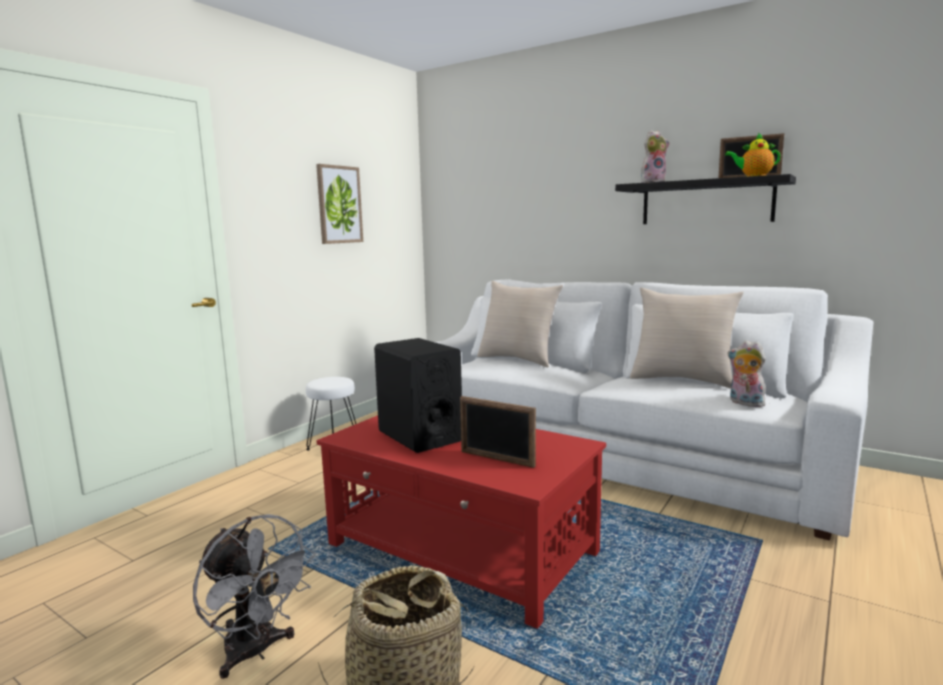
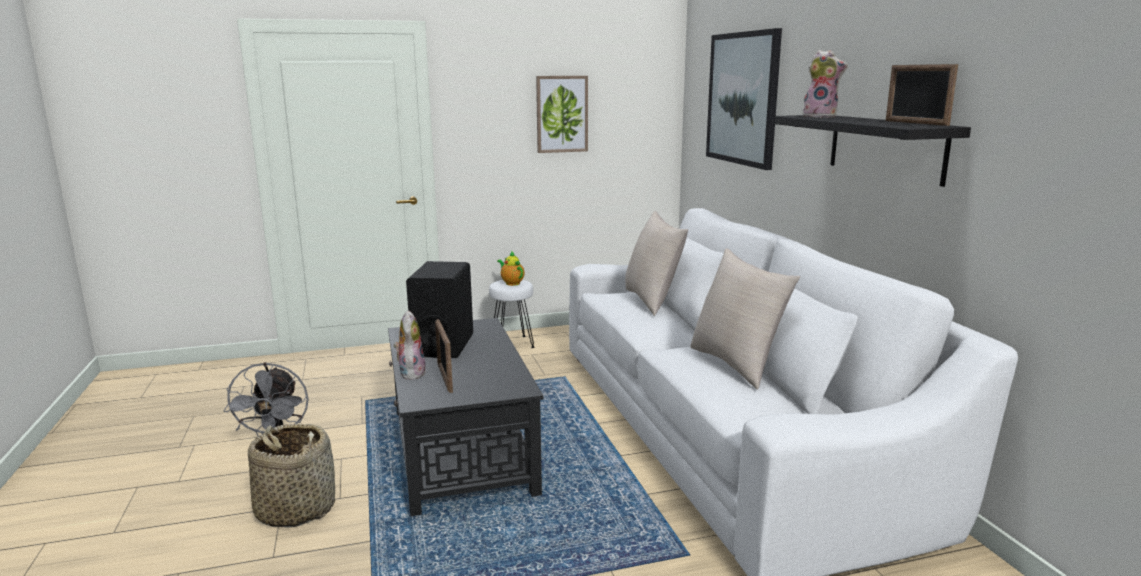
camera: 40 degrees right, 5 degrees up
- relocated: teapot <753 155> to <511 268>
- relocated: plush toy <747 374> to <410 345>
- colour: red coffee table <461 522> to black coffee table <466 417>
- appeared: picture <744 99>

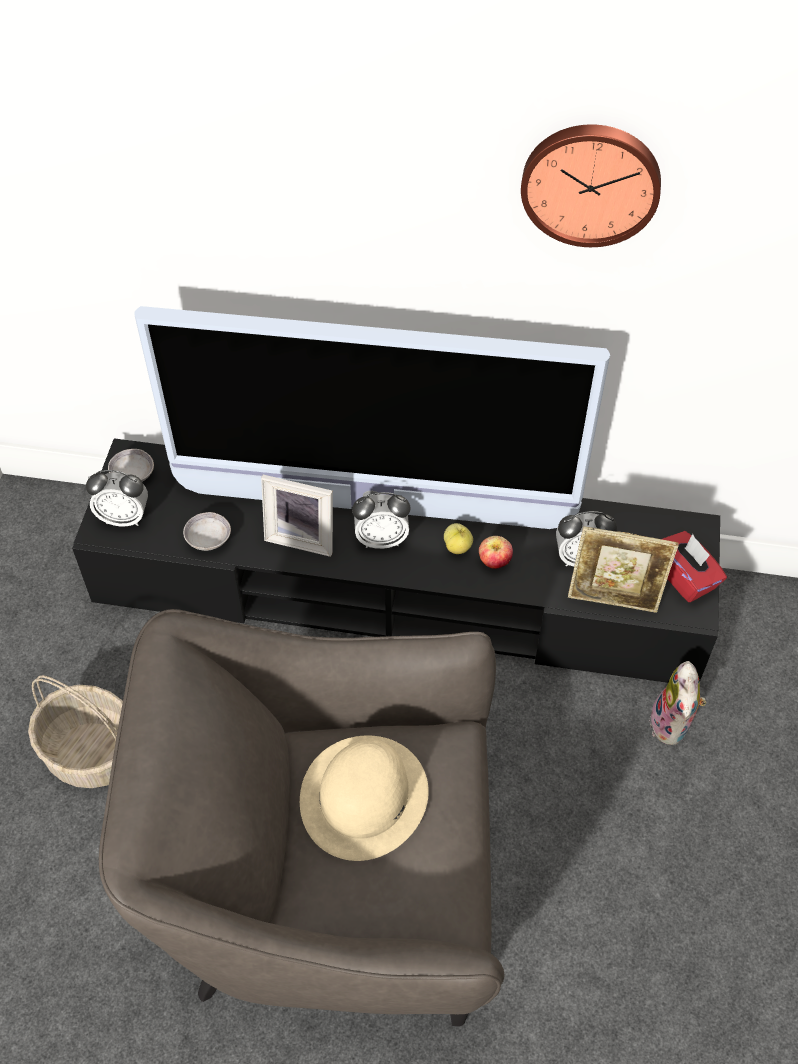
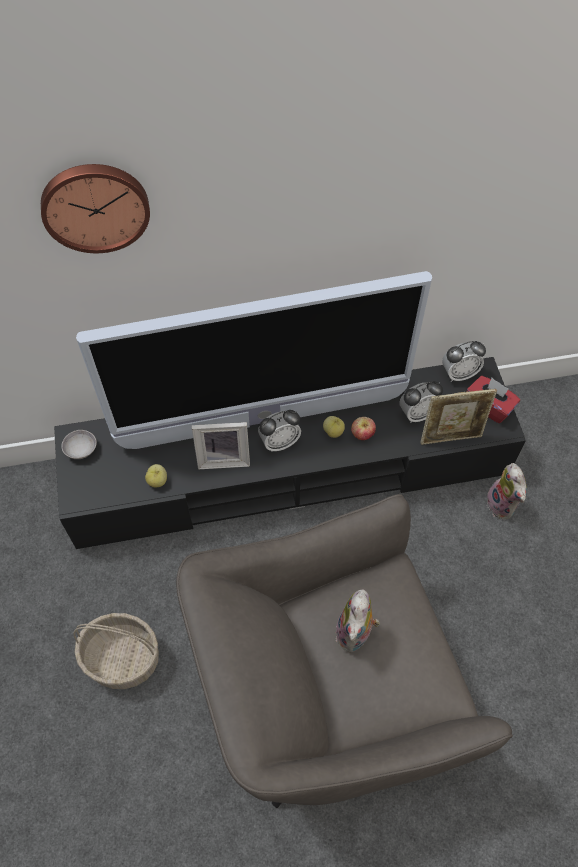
camera: 20 degrees left, 5 degrees up
- relocated: wall clock <591 185> to <95 208>
- relocated: alarm clock <117 498> to <464 361>
- exchanged: grey bowl <207 531> to apple <156 475>
- exchanged: beige hat <364 798> to plush toy <358 620>

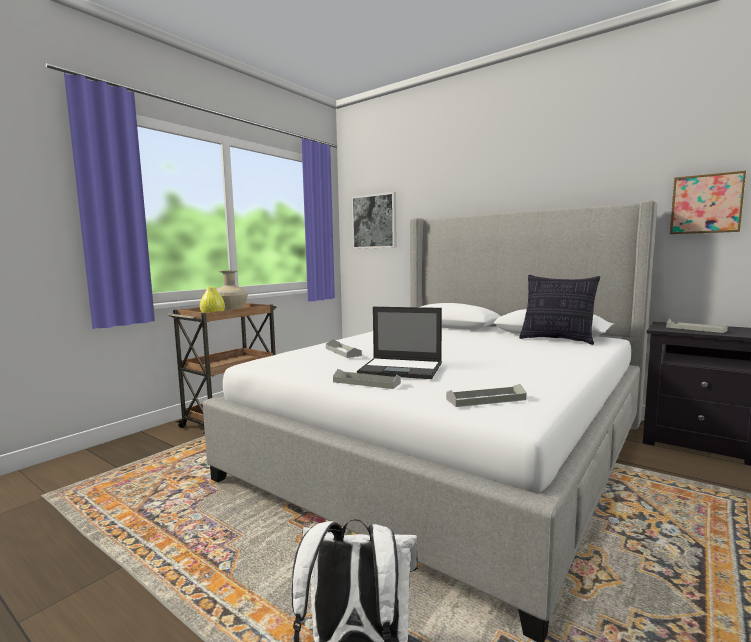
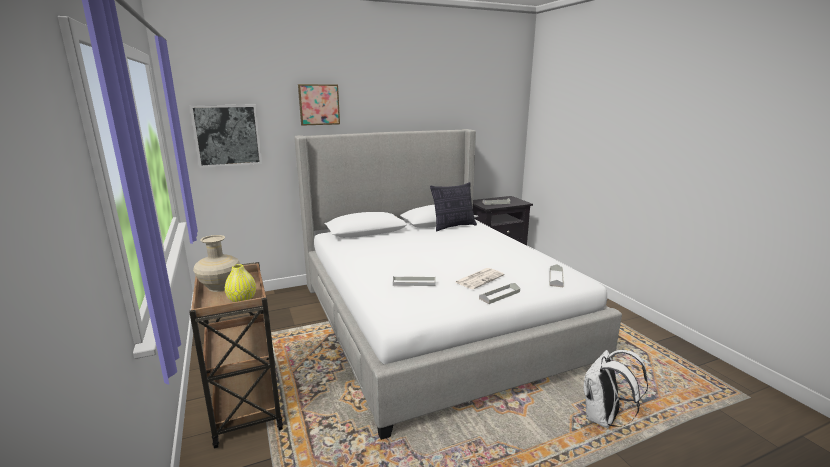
camera: 60 degrees left, 10 degrees up
- relocated: picture <708 202> to <319 105>
- exchanged: laptop <399 343> to newspaper <479 278>

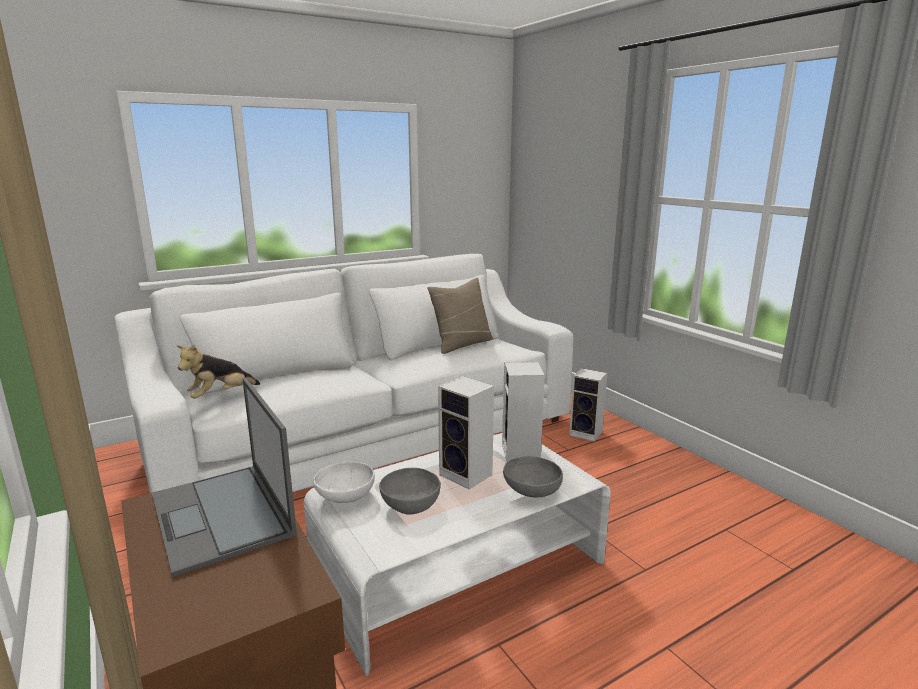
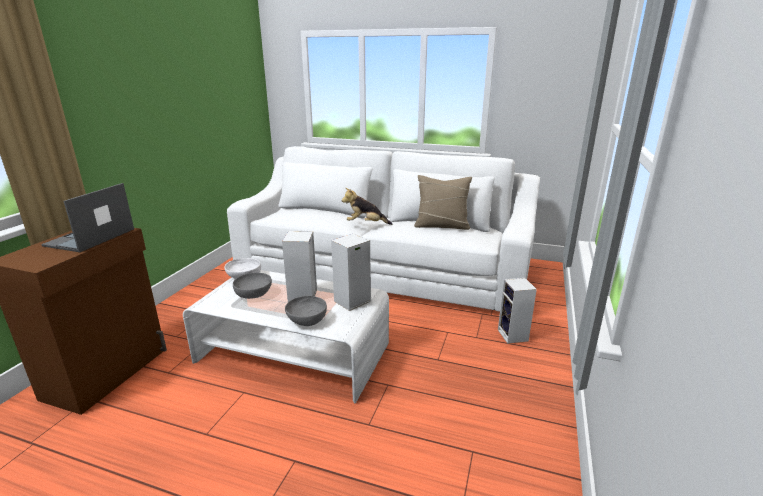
camera: 50 degrees right, 5 degrees up
- relocated: plush toy <218 371> to <367 206>

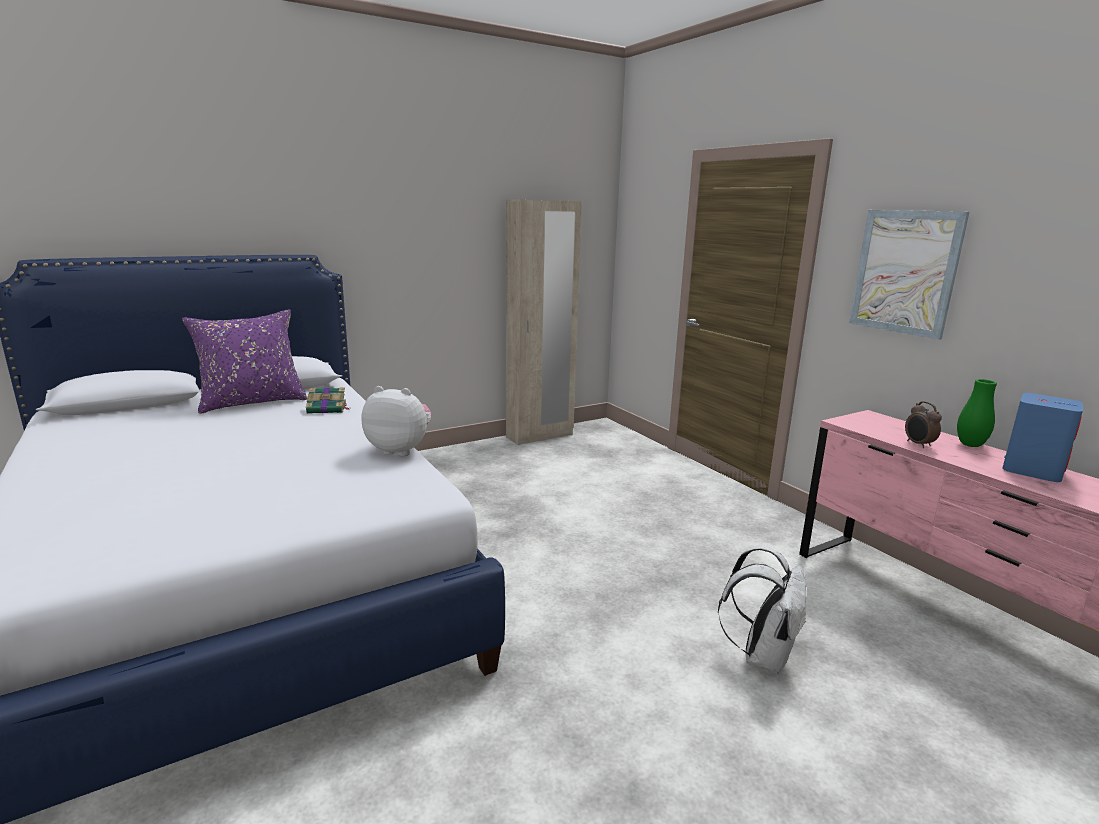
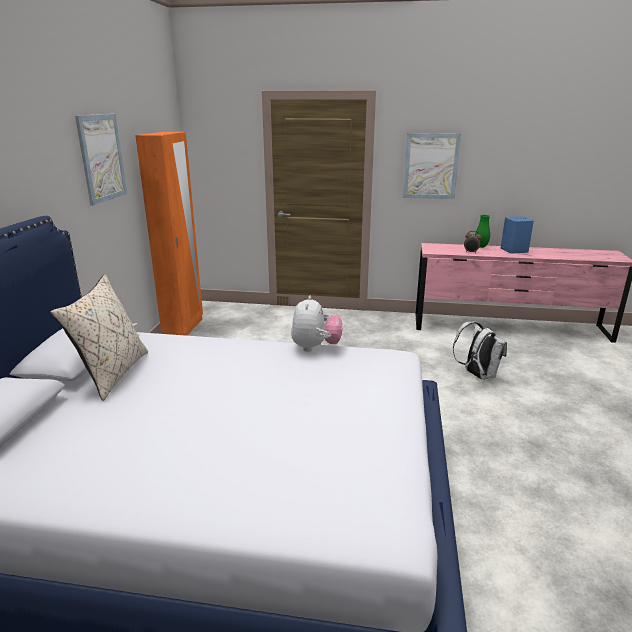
camera: 50 degrees left, 5 degrees up
- colour: beige wardrobe <544 322> to orange wardrobe <169 234>
- colour: purple pillow <244 361> to beige pillow <99 337>
- spun: plush toy <396 421> = <317 323> 135 degrees clockwise
- missing: book <328 400>
- appeared: picture <101 160>

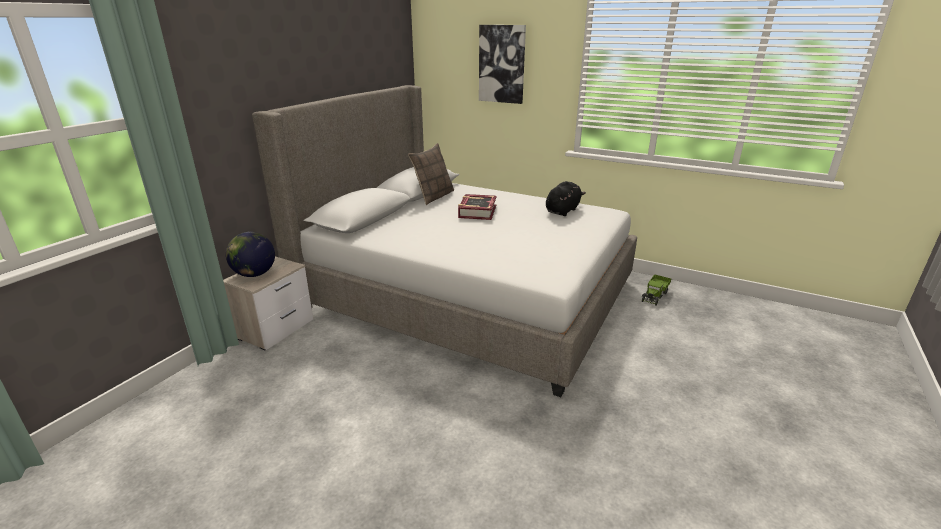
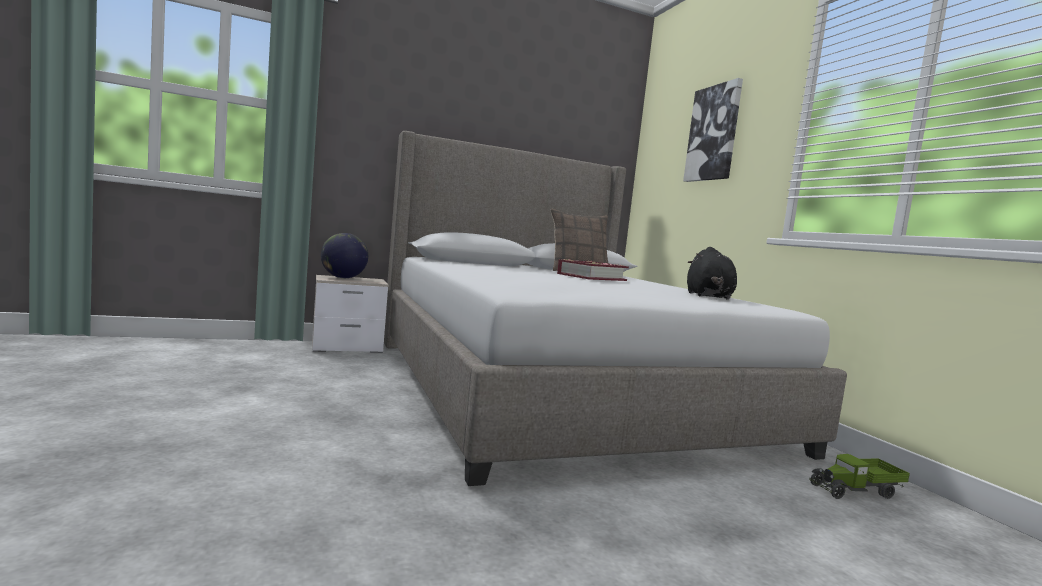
camera: 40 degrees right, 20 degrees down
- spun: black plush toy <566 198> = <712 273> 105 degrees clockwise

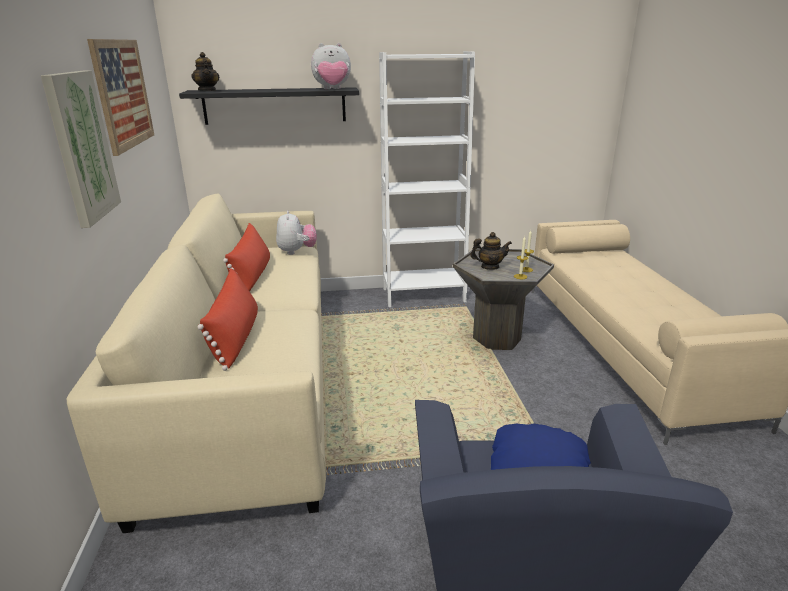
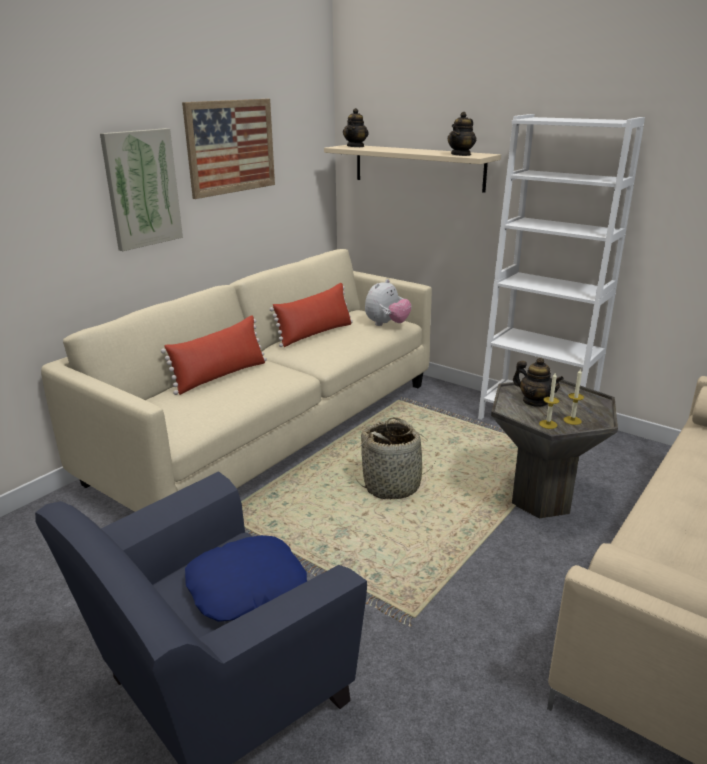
camera: 45 degrees right, 0 degrees up
- exchanged: plush toy <331 66> to teapot <461 134>
- colour: black shelf <269 106> to beige shelf <412 169>
- appeared: basket <395 458>

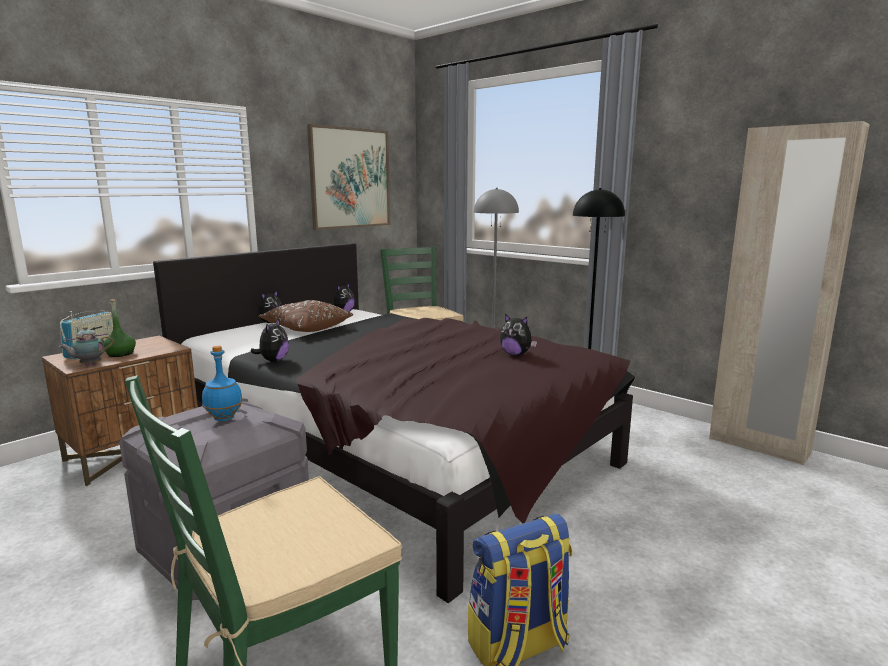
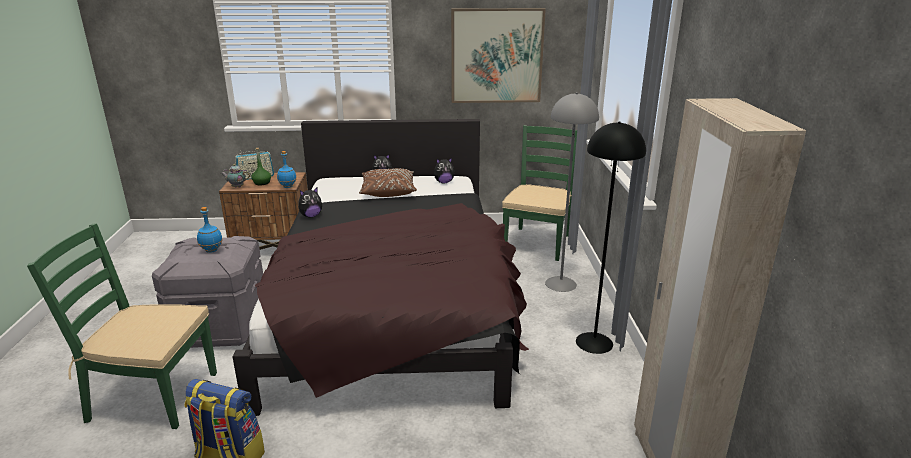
camera: 45 degrees right, 10 degrees up
- missing: plush toy <518 335>
- appeared: blue bottle <287 169>

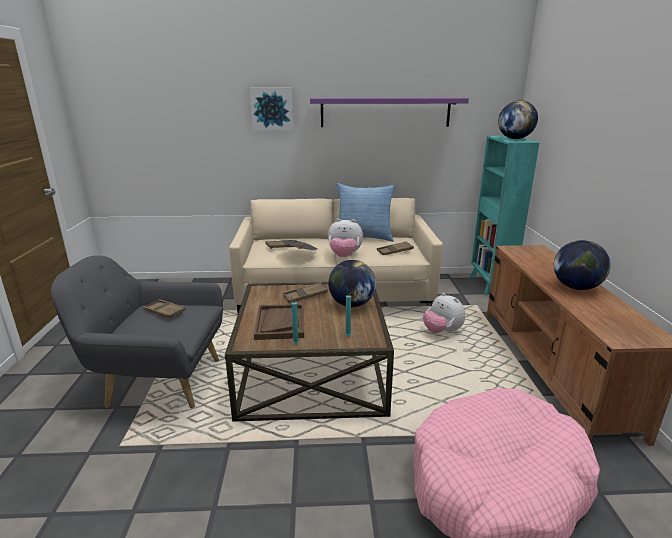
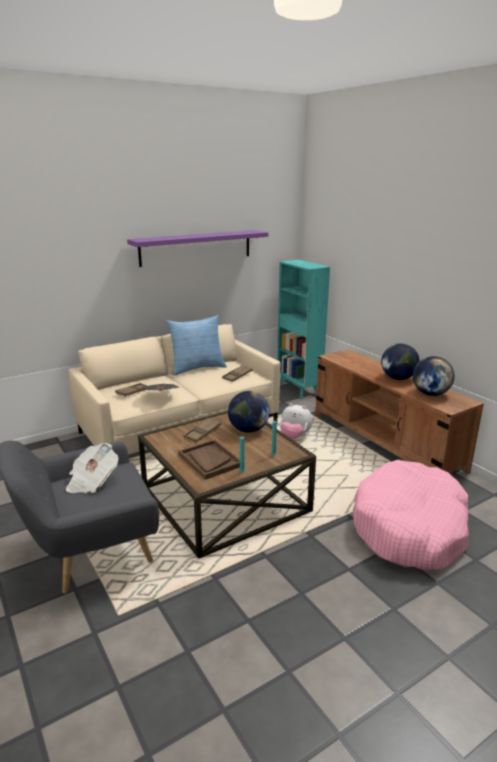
camera: 30 degrees left, 0 degrees up
- missing: picture <272 109>
- relocated: globe <518 119> to <434 376>
- missing: plush toy <345 238>
- exchanged: brown tray <164 309> to newspaper <92 468>

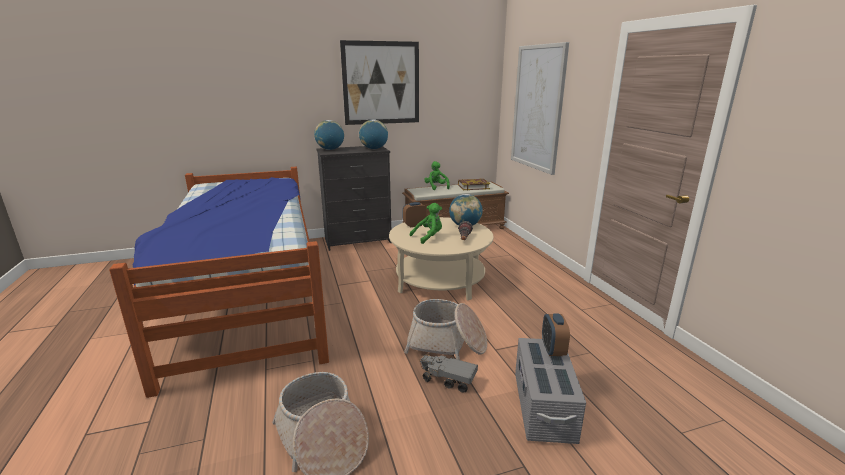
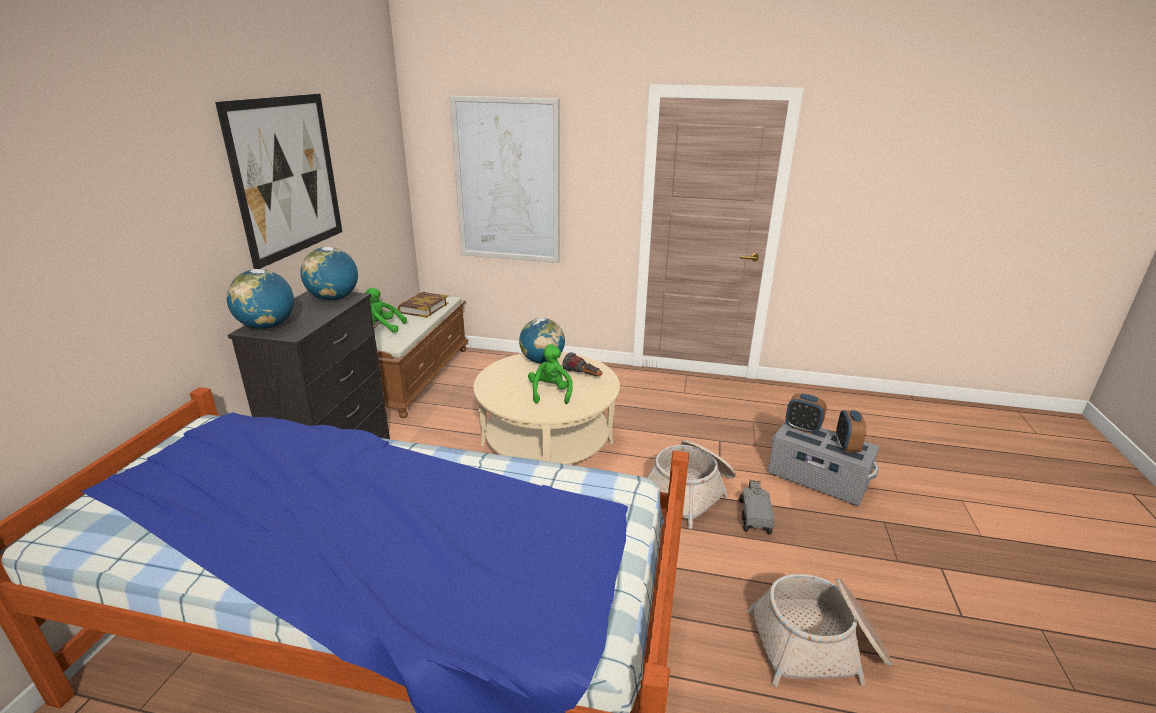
camera: 60 degrees left, 5 degrees up
- relocated: alarm clock <414 214> to <851 431>
- spun: toy truck <448 374> = <757 507> 135 degrees clockwise

